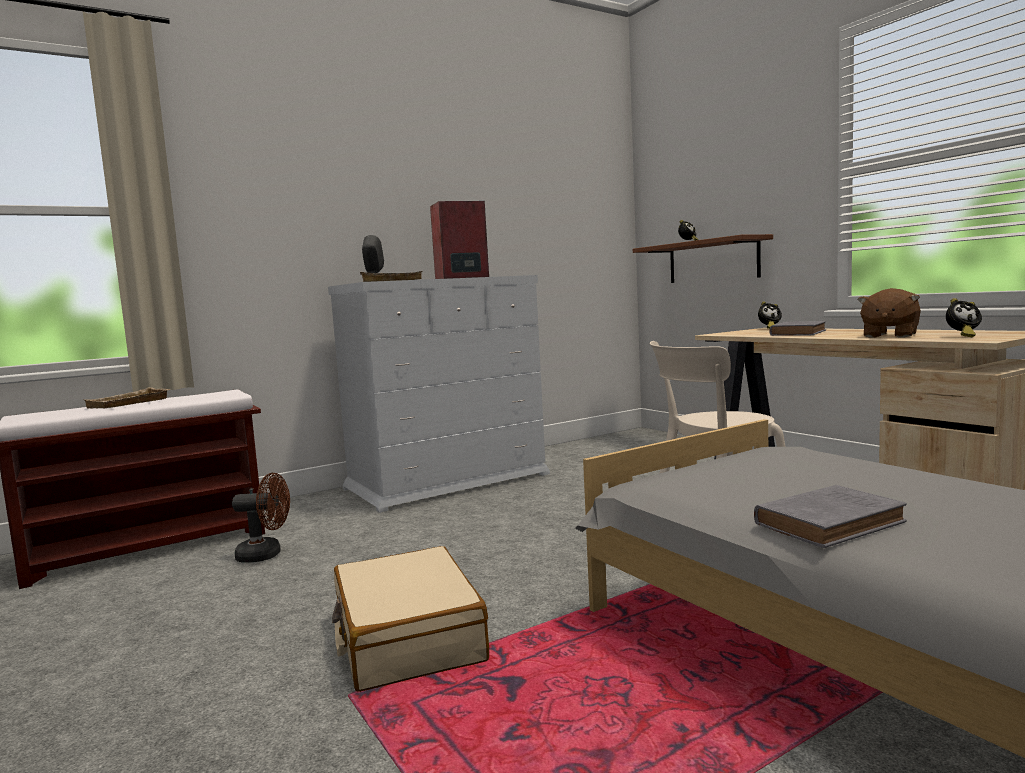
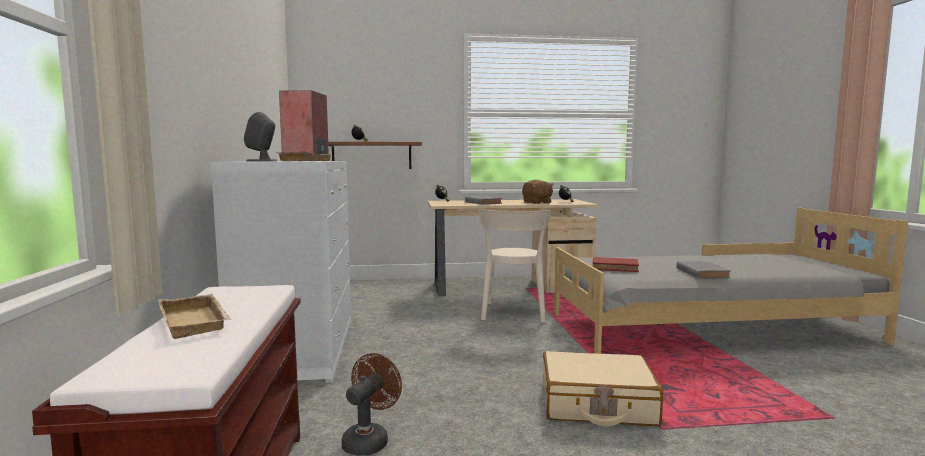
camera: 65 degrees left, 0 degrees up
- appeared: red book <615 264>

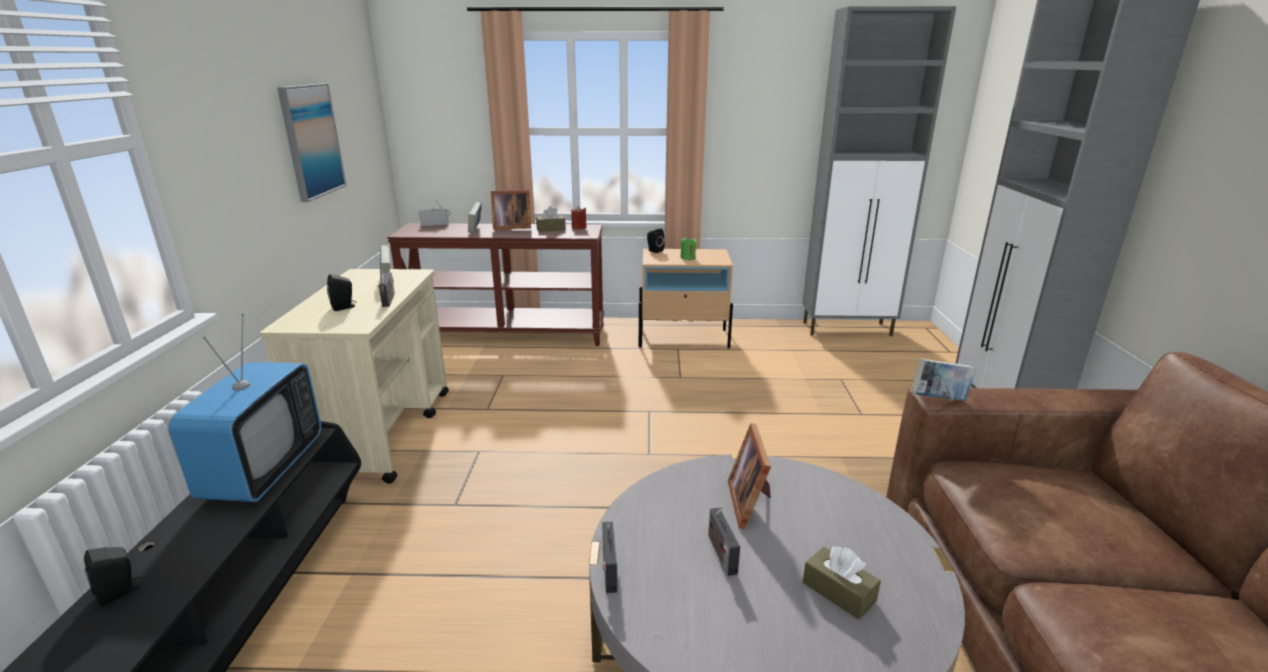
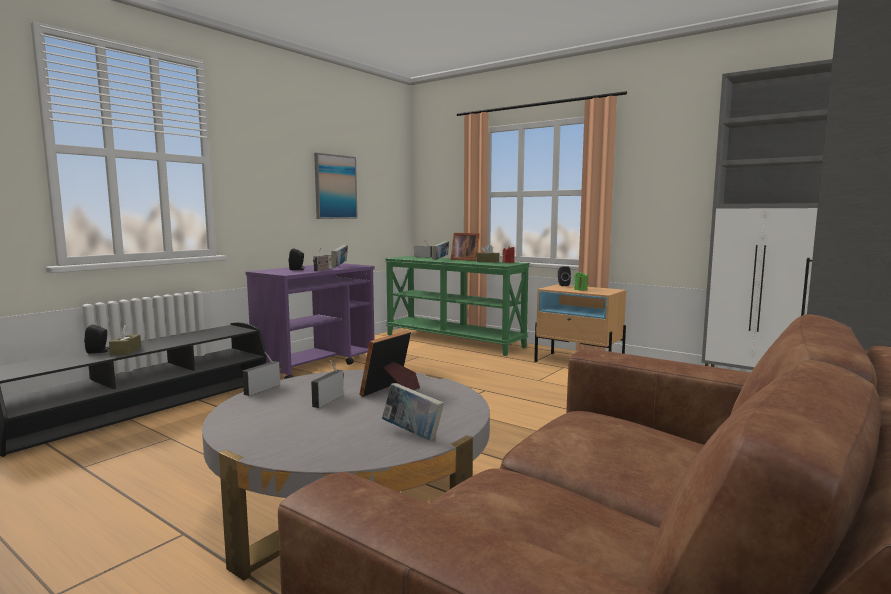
camera: 35 degrees right, 15 degrees down
- colour: brown console table <495 284> to green console table <457 306>
- colour: beige cart <354 376> to purple cart <309 321>
- missing: television <244 408>
- relocated: book <943 379> to <413 412>
- relocated: brown tissue box <842 582> to <125 340>

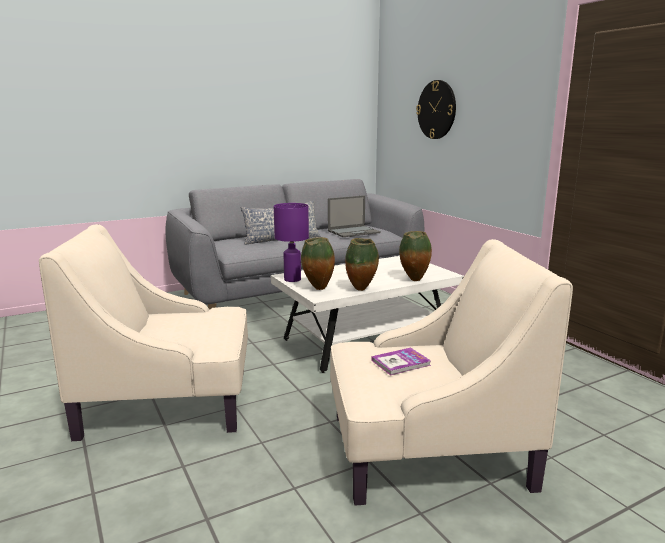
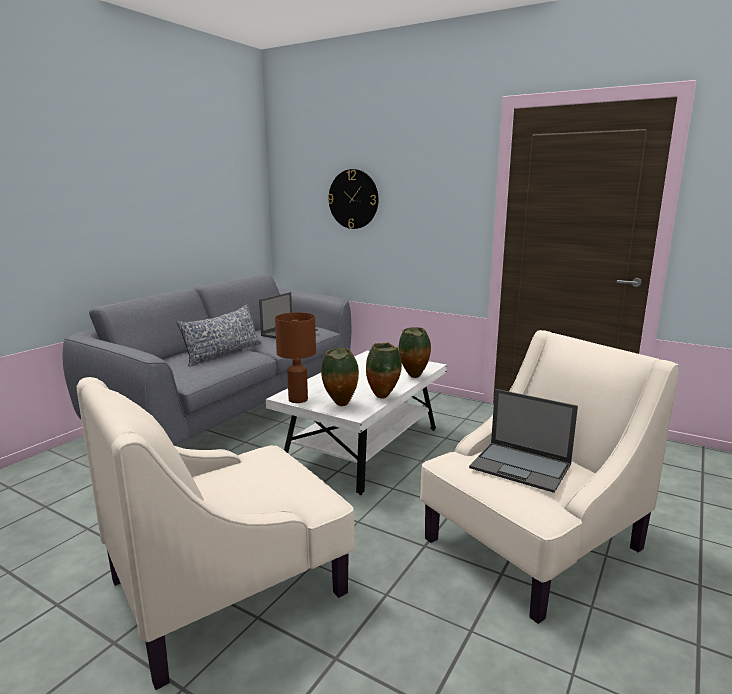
camera: 30 degrees left, 0 degrees up
- colour: purple table lamp <291 242> to brown table lamp <295 357>
- exchanged: book <401 361> to laptop <523 441>

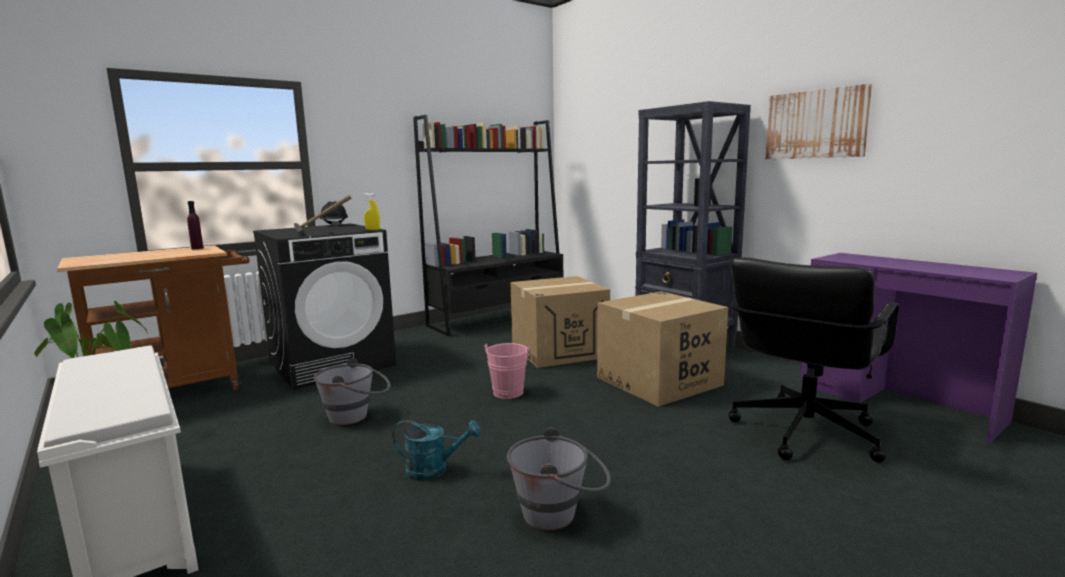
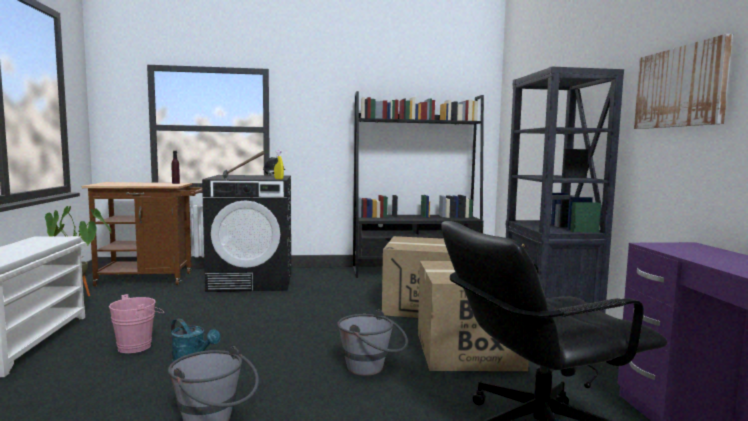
camera: 30 degrees right, 5 degrees down
- relocated: pink bucket <507 371> to <136 323>
- relocated: grey bucket <352 391> to <372 343>

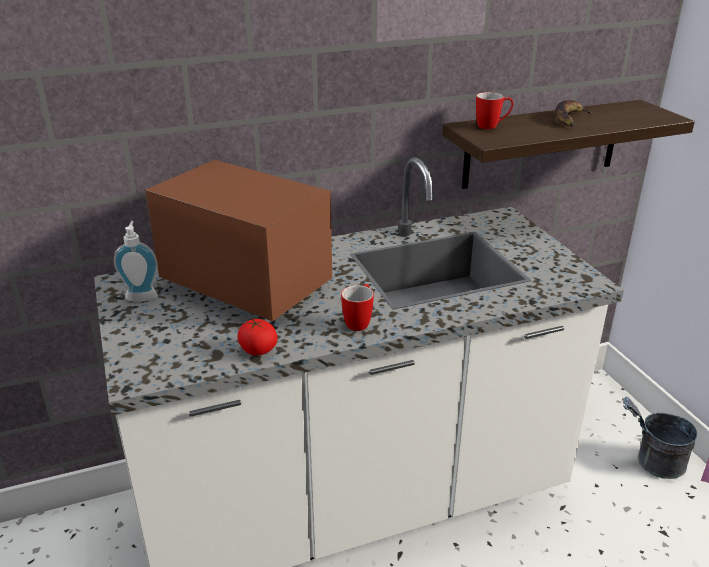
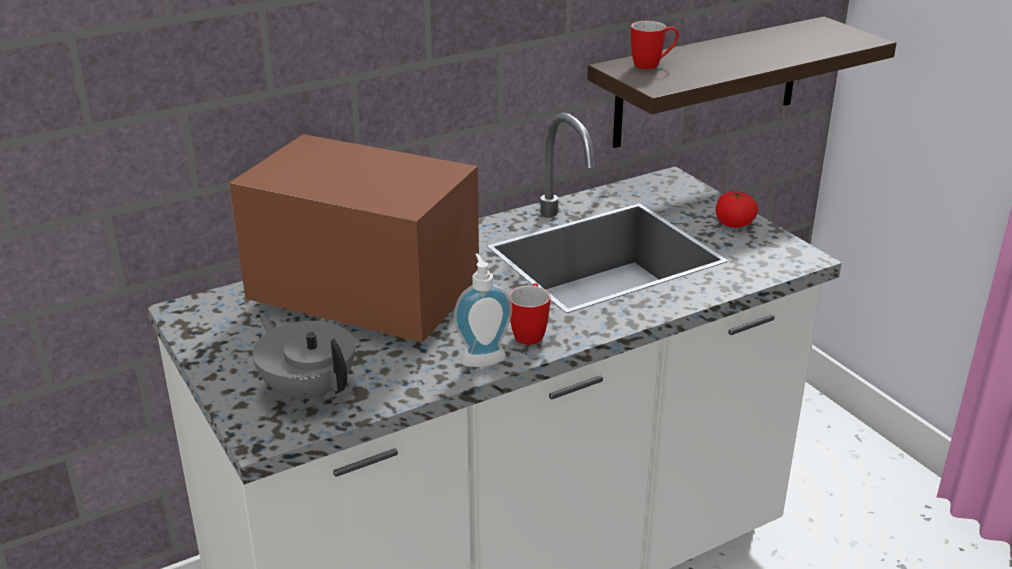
camera: 10 degrees left, 0 degrees up
- missing: banana <575 113>
- relocated: soap dispenser <136 261> to <483 310>
- relocated: tomato <257 337> to <737 209>
- missing: grey bucket <659 438>
- appeared: grey teapot <304 359>

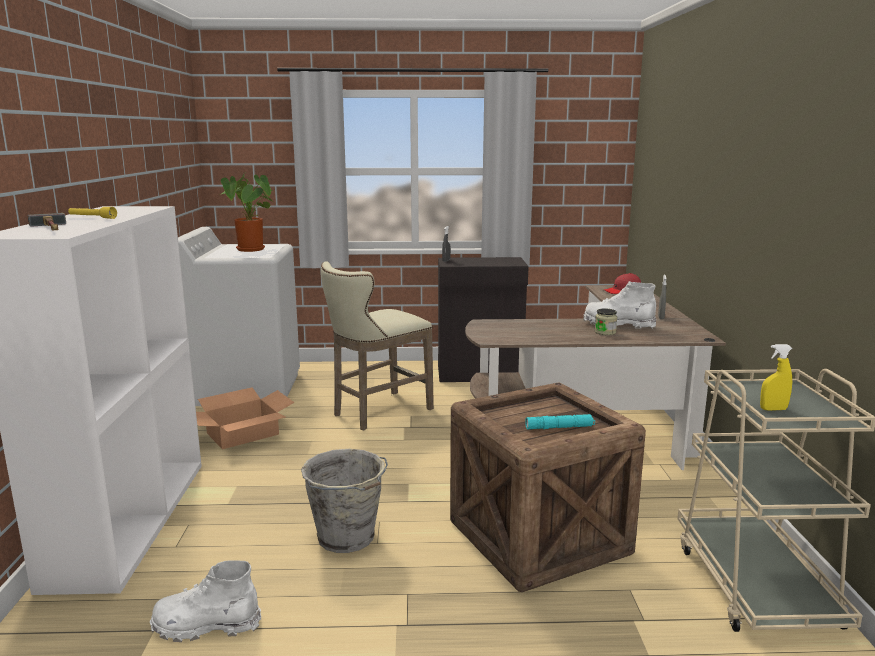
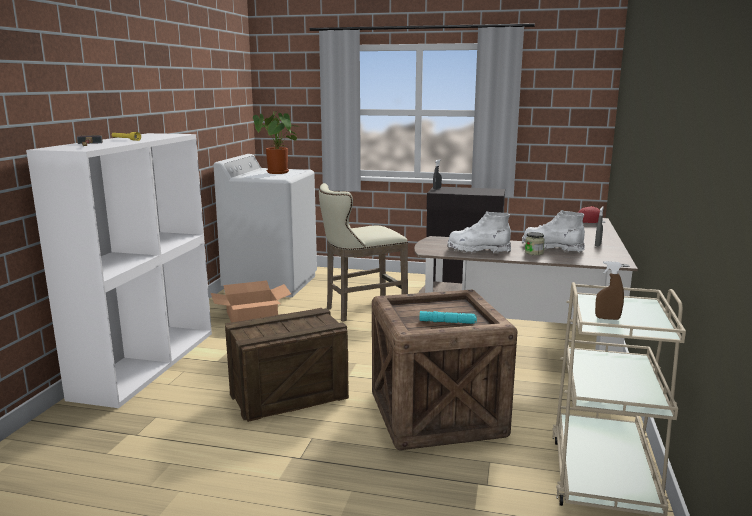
camera: 15 degrees right, 0 degrees up
- colour: yellow spray bottle <776 377> to brown spray bottle <609 290>
- exchanged: grey bucket <344 501> to crate <287 365>
- relocated: white boot <205 601> to <479 232>

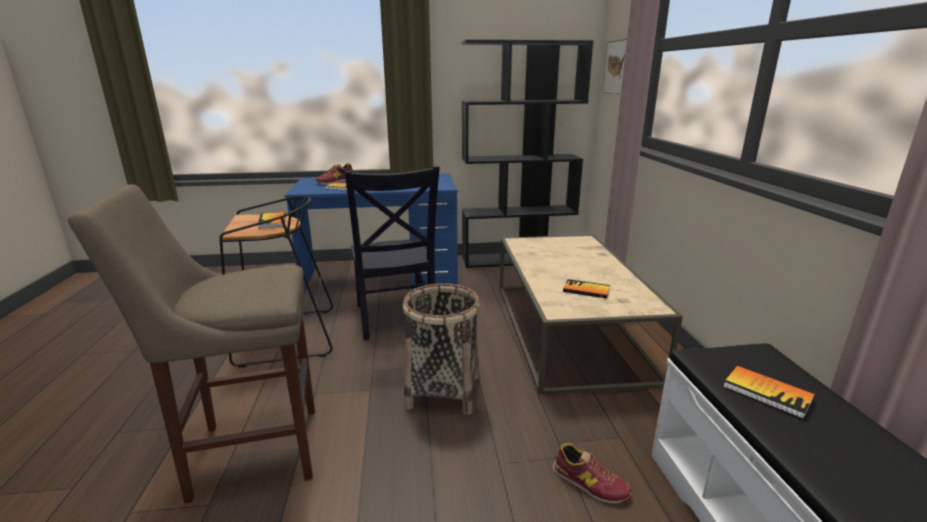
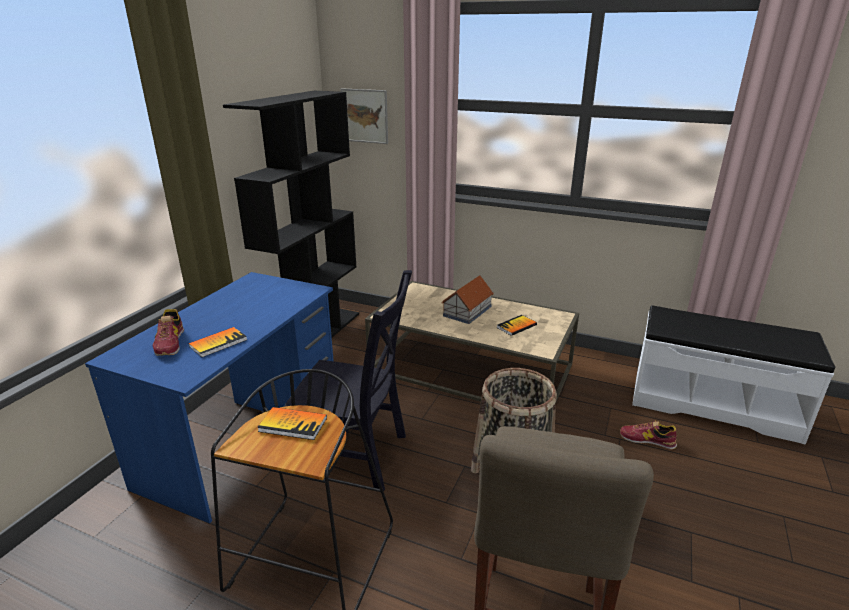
camera: 60 degrees left, 5 degrees up
- missing: book <769 392>
- spun: shoe <592 473> = <648 435> 135 degrees counterclockwise
- appeared: toy house <468 299>

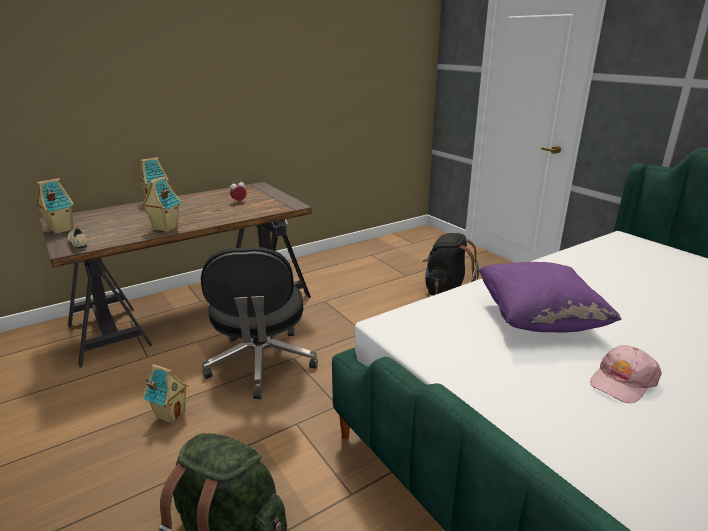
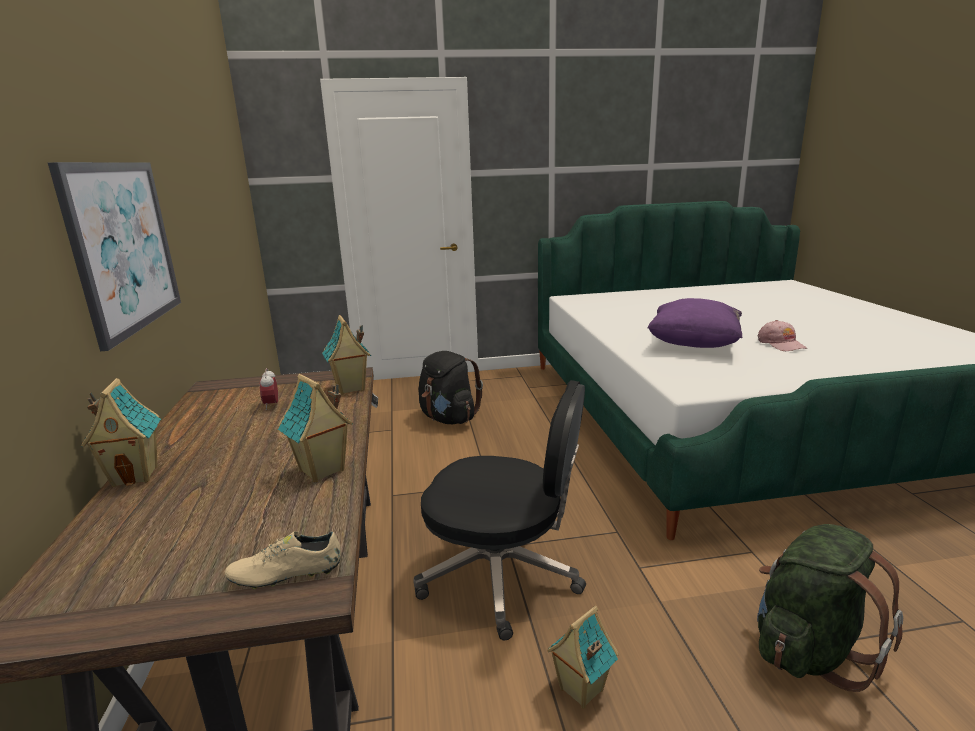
camera: 65 degrees left, 5 degrees down
- relocated: toy house <54 206> to <346 354>
- appeared: picture <114 256>

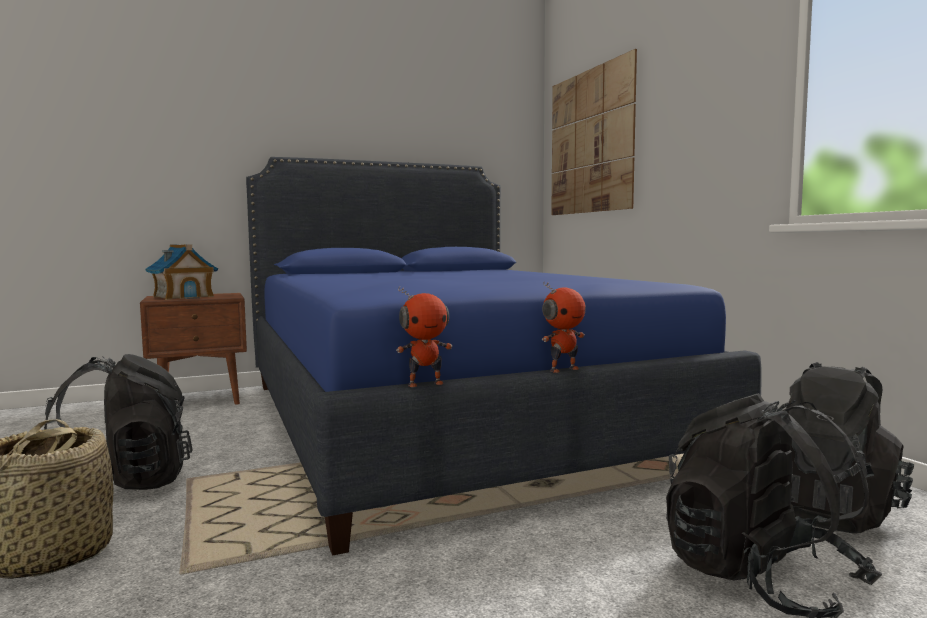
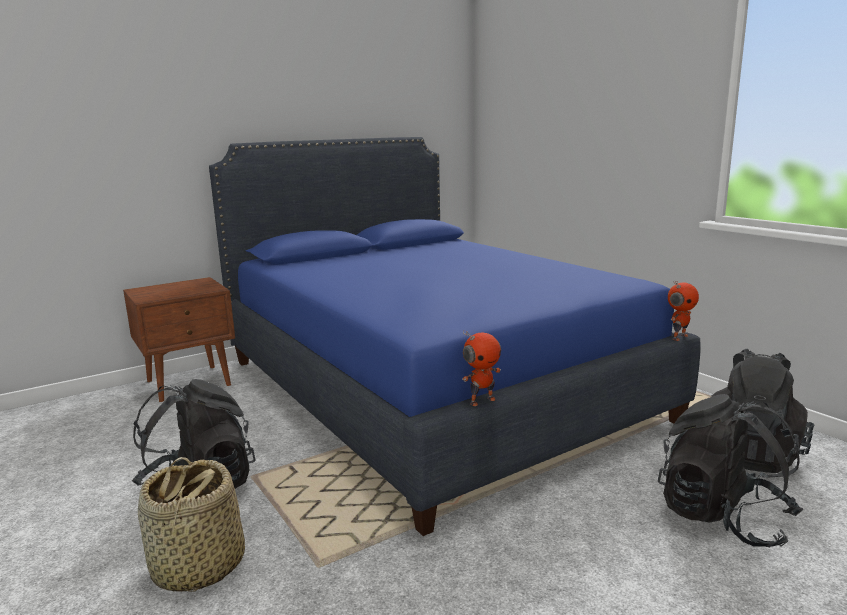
camera: 10 degrees left, 10 degrees up
- missing: picture <594 132>
- missing: toy house <181 272>
- relocated: toy robot <564 327> to <683 311>

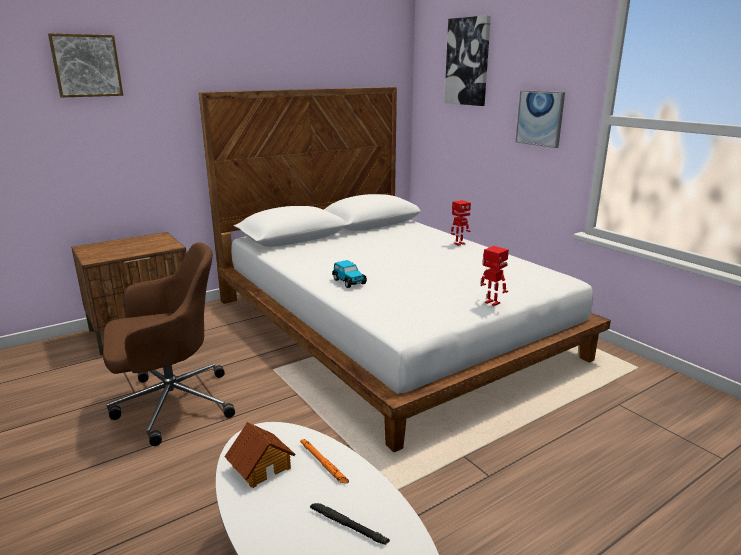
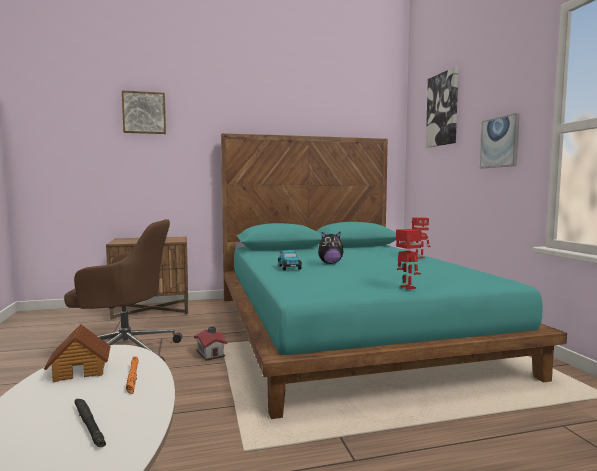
camera: 20 degrees right, 15 degrees down
- colour: white bed <405 269> to turquoise bed <394 276>
- appeared: plush toy <330 247>
- appeared: toy house <210 343>

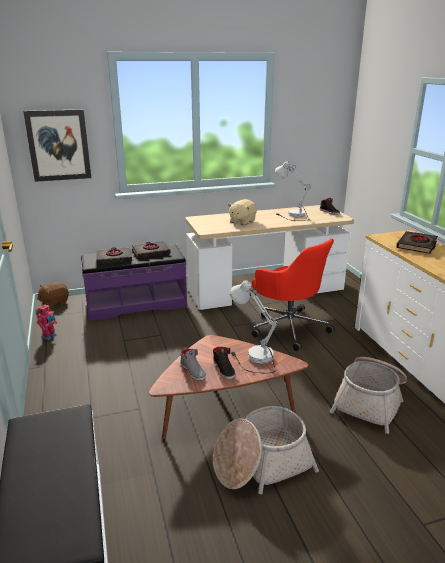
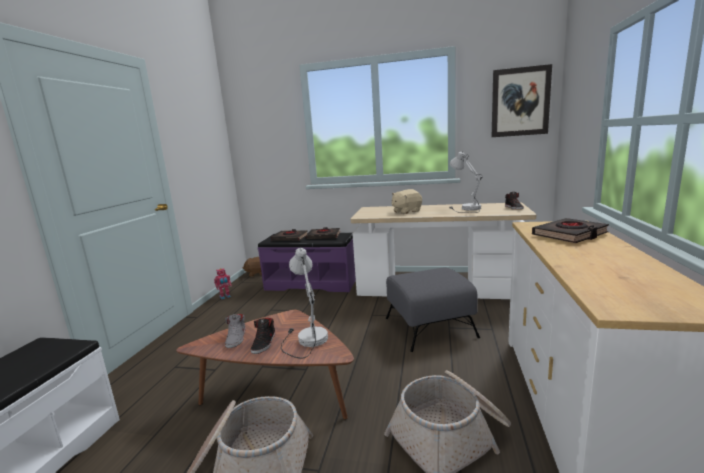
camera: 30 degrees right, 10 degrees down
- relocated: picture <57 145> to <522 100>
- exchanged: red office chair <293 295> to grey ottoman <433 310>

